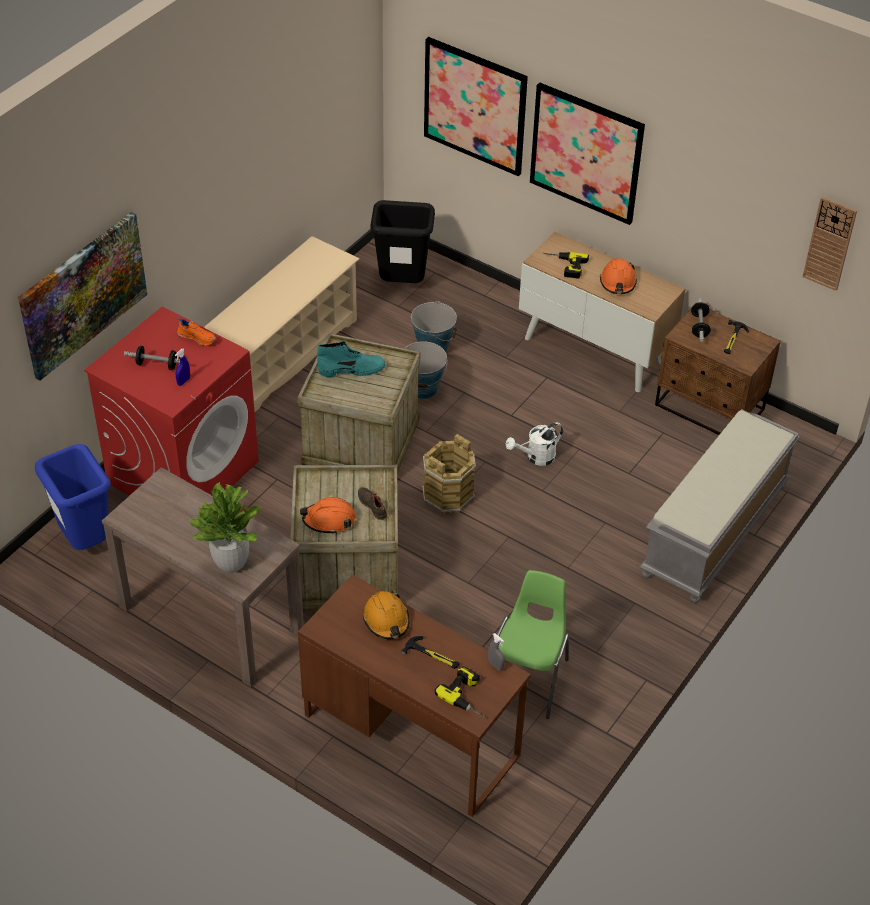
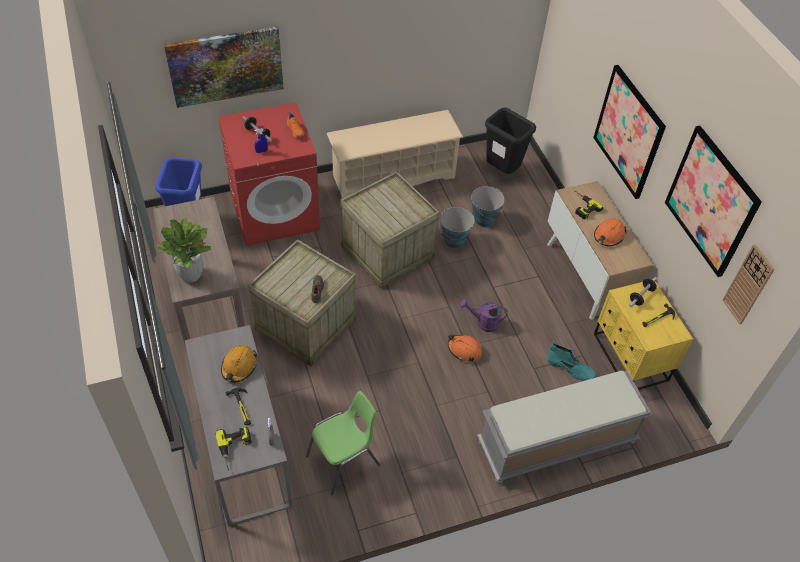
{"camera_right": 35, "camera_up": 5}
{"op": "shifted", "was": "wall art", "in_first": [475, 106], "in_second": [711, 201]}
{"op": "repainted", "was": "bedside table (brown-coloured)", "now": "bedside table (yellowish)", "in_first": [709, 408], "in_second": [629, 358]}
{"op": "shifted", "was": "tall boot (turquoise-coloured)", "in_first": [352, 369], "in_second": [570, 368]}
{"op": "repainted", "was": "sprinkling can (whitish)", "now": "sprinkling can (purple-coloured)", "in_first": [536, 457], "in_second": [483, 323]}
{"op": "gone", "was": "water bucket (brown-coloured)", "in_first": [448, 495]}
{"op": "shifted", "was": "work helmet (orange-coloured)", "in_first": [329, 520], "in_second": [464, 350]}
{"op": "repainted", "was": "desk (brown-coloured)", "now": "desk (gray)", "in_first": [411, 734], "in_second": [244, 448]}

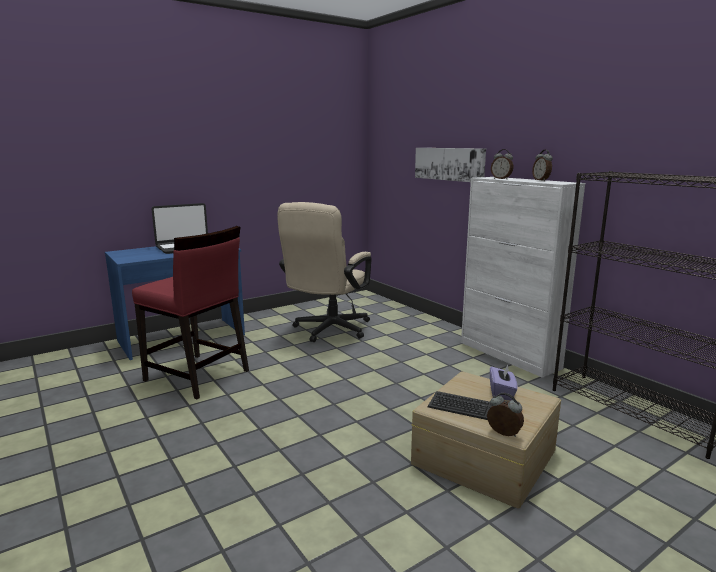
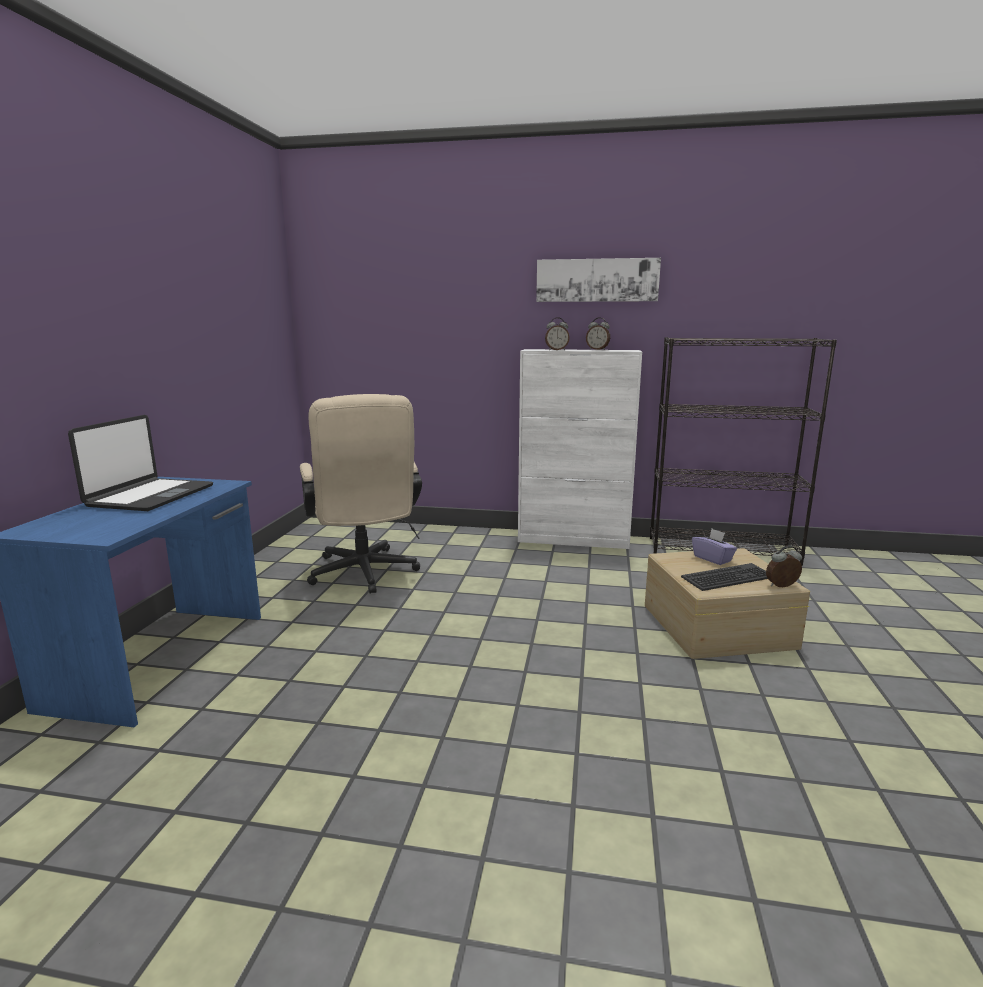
{"camera_right": -45, "camera_up": 0}
{"op": "shifted", "was": "wall art", "in_first": [449, 164], "in_second": [597, 280]}
{"op": "gone", "was": "plain chair (reddish)", "in_first": [197, 376]}

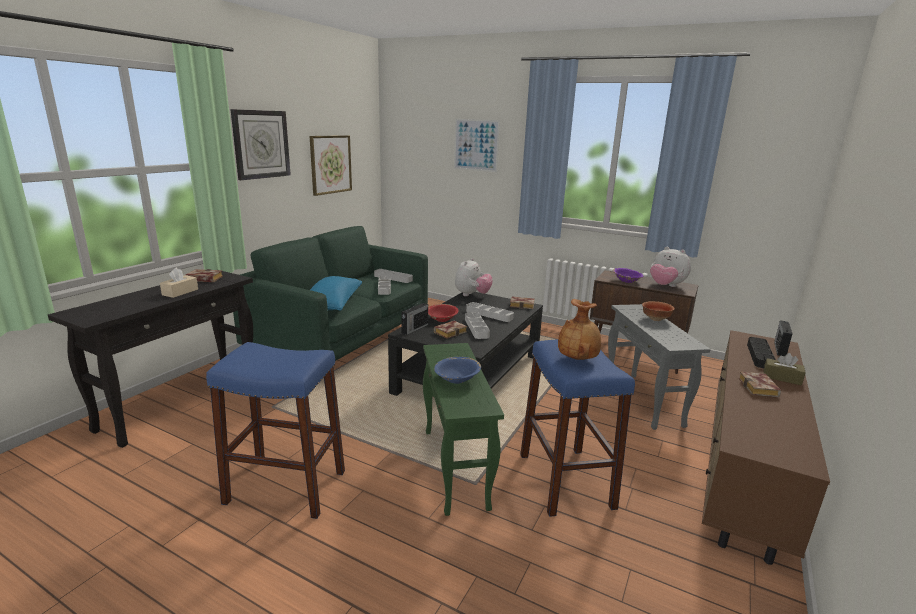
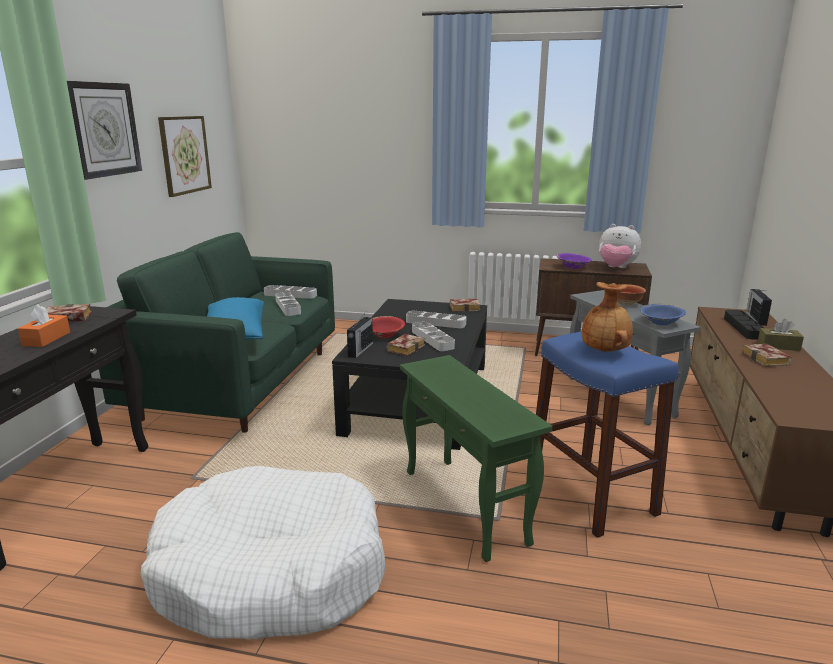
{"camera_right": -15, "camera_up": 0}
{"op": "gone", "was": "wall art", "in_first": [476, 145]}
{"op": "gone", "was": "plush toy", "in_first": [472, 295]}
{"op": "repainted", "was": "box of tissues (beige)", "now": "box of tissues (orange-coloured)", "in_first": [180, 292], "in_second": [46, 339]}
{"op": "swapped", "was": "stool seat (blue)", "now": "dog bed (whitish)", "in_first": [286, 487], "in_second": [270, 572]}
{"op": "shifted", "was": "bowl (blue)", "in_first": [457, 379], "in_second": [661, 322]}

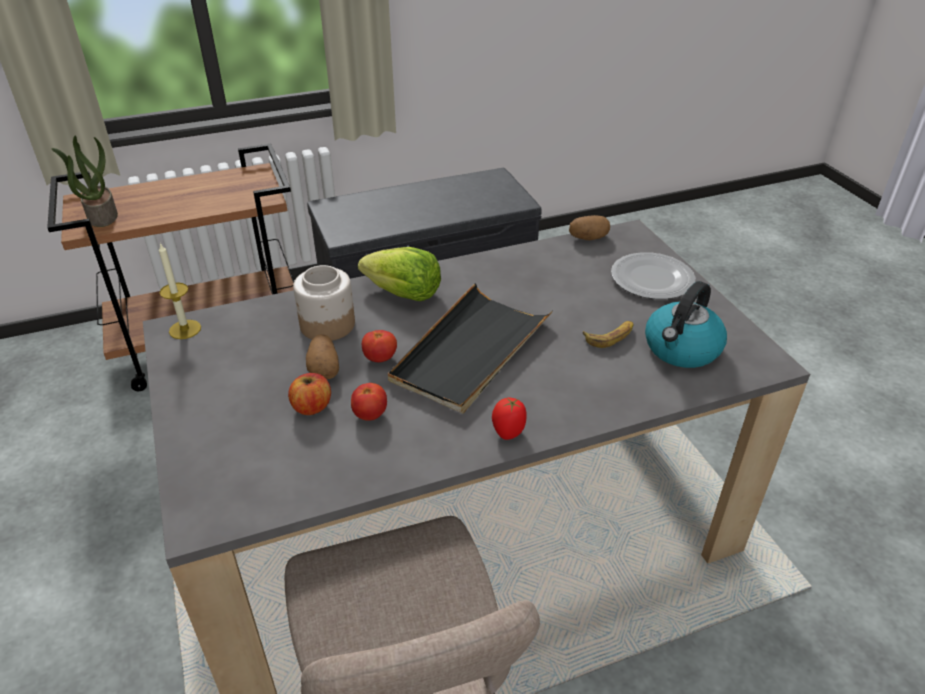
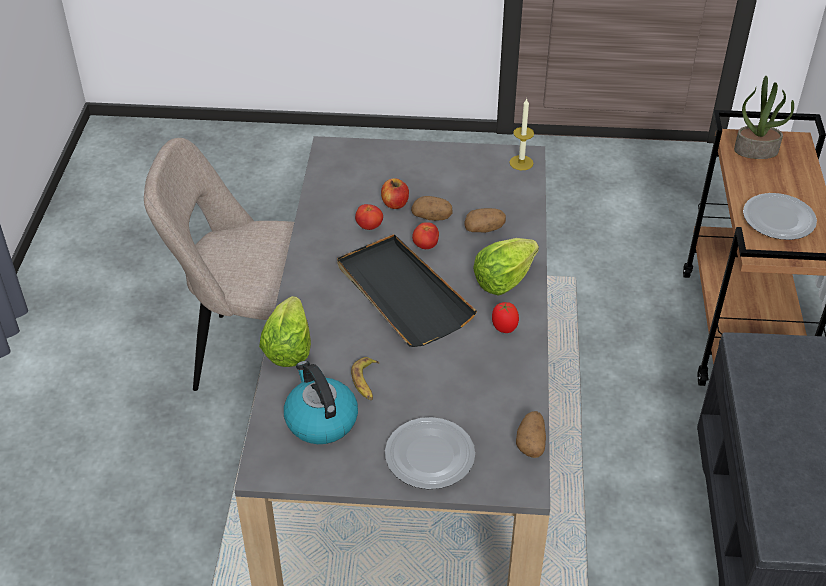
{"camera_right": 115, "camera_up": 5}
{"op": "swapped", "was": "preserve jar", "now": "potato", "in_first": [327, 325], "in_second": [484, 229]}
{"op": "shifted", "was": "whole tomato", "in_first": [508, 432], "in_second": [504, 328]}
{"op": "new", "now": "plate", "in_second": [779, 219]}
{"op": "new", "now": "head of lettuce", "in_second": [288, 348]}

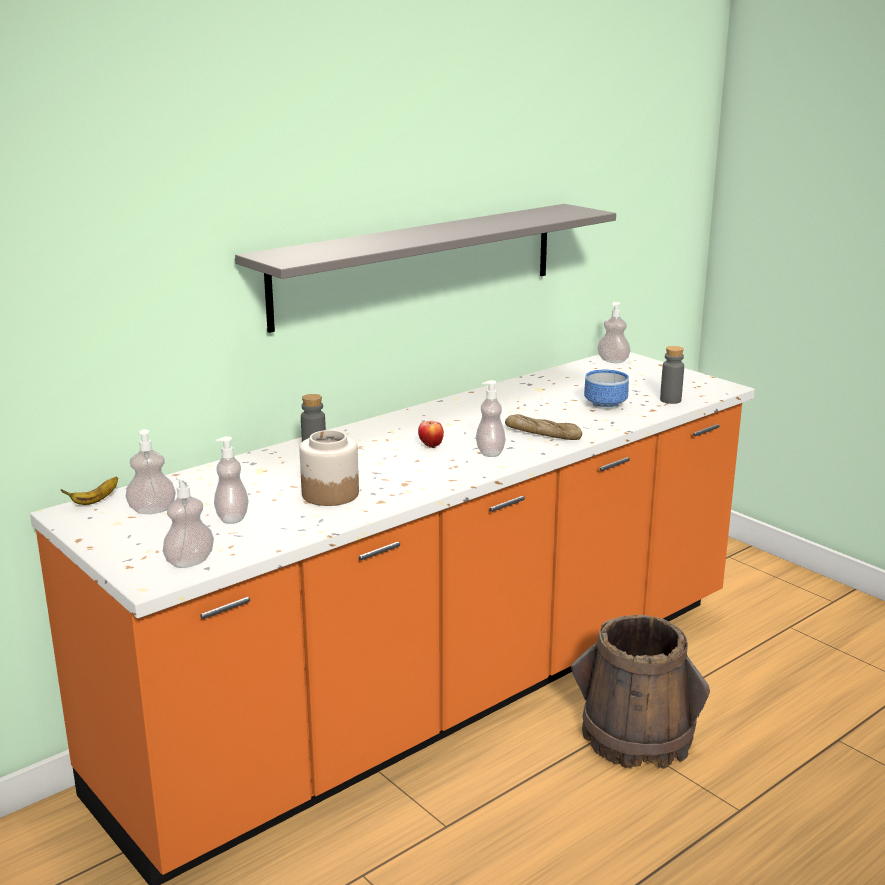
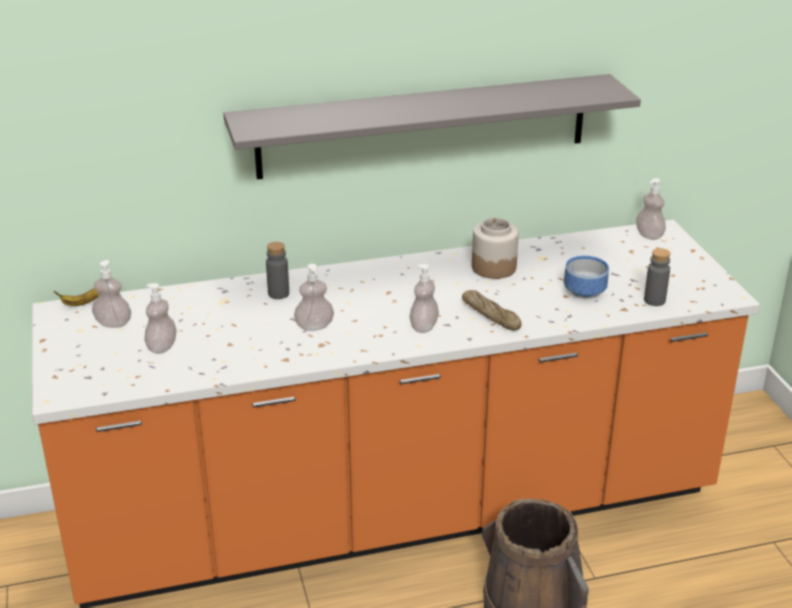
{"camera_right": 25, "camera_up": 10}
{"op": "gone", "was": "whole apple", "in_first": [430, 446]}
{"op": "shifted", "was": "preserve jar", "in_first": [330, 494], "in_second": [493, 267]}
{"op": "shifted", "was": "soap bottle", "in_first": [190, 562], "in_second": [314, 326]}

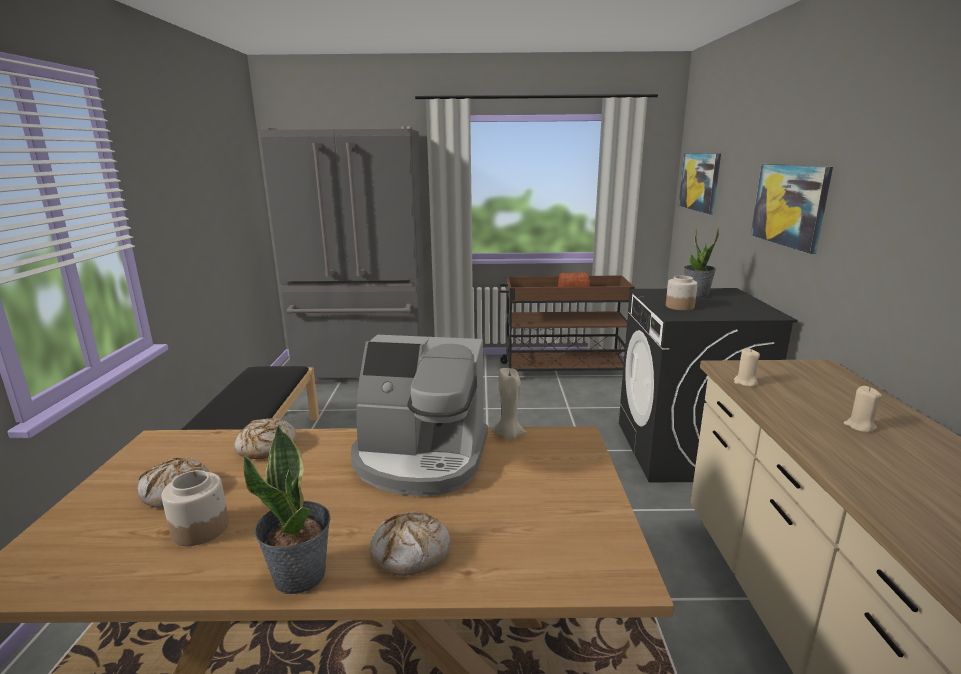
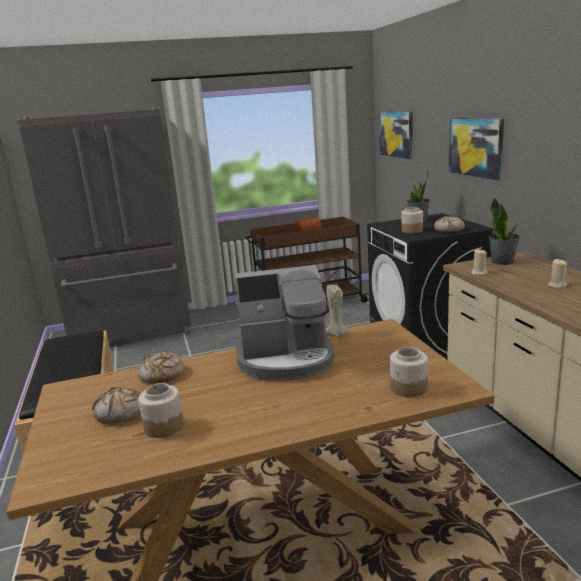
{"camera_right": -15, "camera_up": 0}
{"op": "shifted", "was": "potted plant", "in_first": [301, 575], "in_second": [502, 261]}
{"op": "shifted", "was": "bread", "in_first": [411, 552], "in_second": [449, 230]}
{"op": "new", "now": "preserve jar", "in_second": [408, 388]}

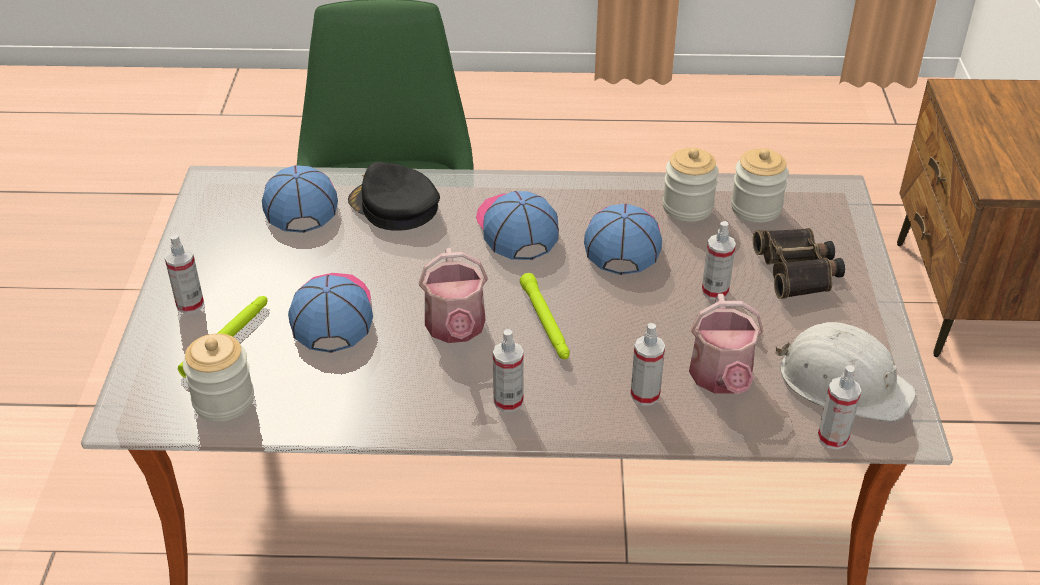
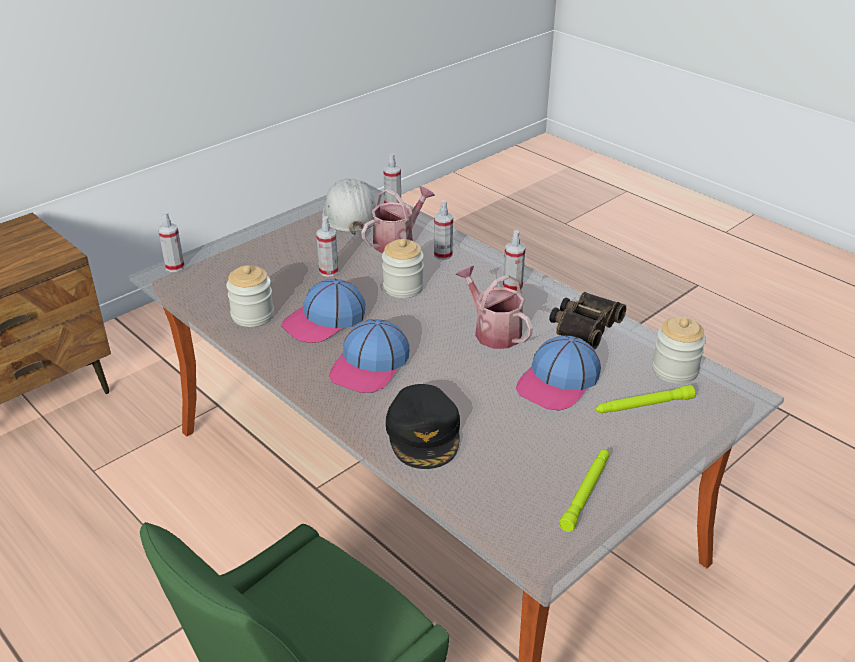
{"camera_right": -135, "camera_up": -5}
{"op": "shifted", "was": "preserve jar", "in_first": [756, 208], "in_second": [403, 287]}
{"op": "gone", "was": "peaked cap", "in_first": [299, 202]}
{"op": "shifted", "was": "field glasses", "in_first": [798, 270], "in_second": [584, 325]}
{"op": "shifted", "was": "sprayer", "in_first": [190, 304], "in_second": [174, 266]}
{"op": "rotated", "was": "sprinkling can", "in_first": [456, 329], "in_second": [493, 331], "clockwise": -75}
{"op": "shifted", "was": "torch (green-coloured)", "in_first": [545, 323], "in_second": [586, 492]}

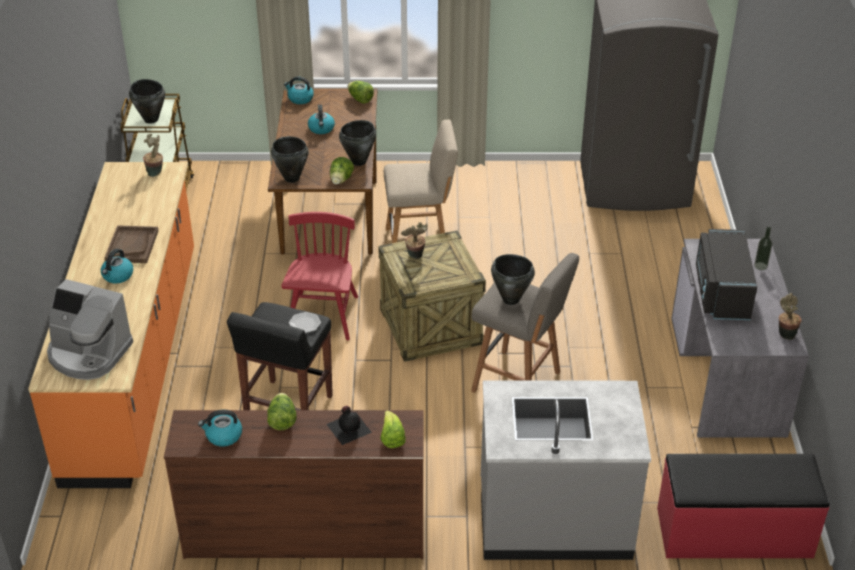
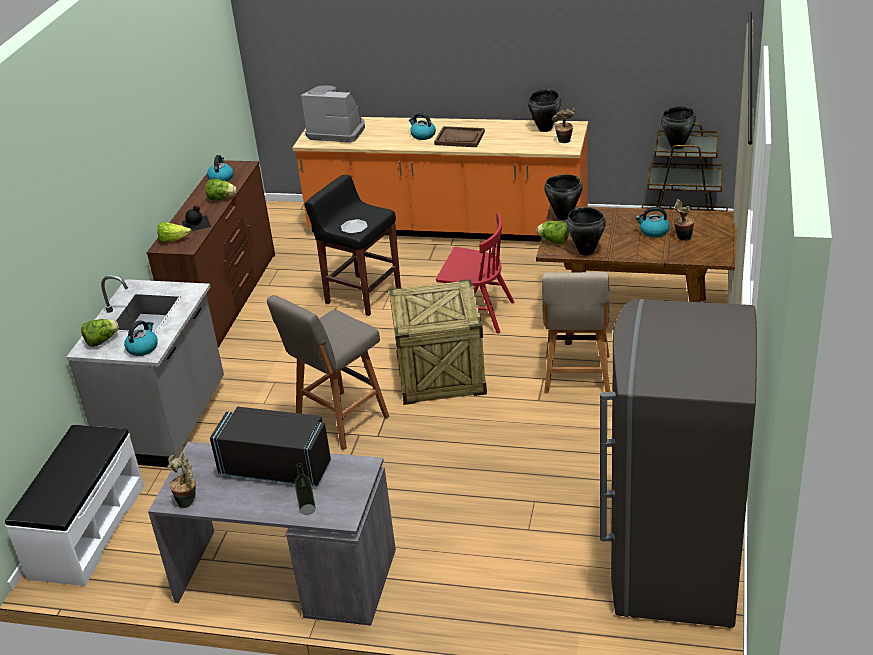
{"camera_right": 105, "camera_up": -5}
{"op": "shifted", "was": "kettle", "in_first": [300, 99], "in_second": [143, 348]}
{"op": "shifted", "was": "head of lettuce", "in_first": [360, 99], "in_second": [101, 341]}
{"op": "shifted", "was": "potted plant", "in_first": [415, 256], "in_second": [682, 237]}
{"op": "shifted", "was": "stockpot (blackish)", "in_first": [510, 299], "in_second": [545, 129]}
{"op": "rotated", "was": "coffee brewer", "in_first": [88, 354], "in_second": [337, 131], "clockwise": 75}
{"op": "repainted", "was": "indoor bench (reddish)", "now": "indoor bench (whitish)", "in_first": [734, 533], "in_second": [86, 531]}

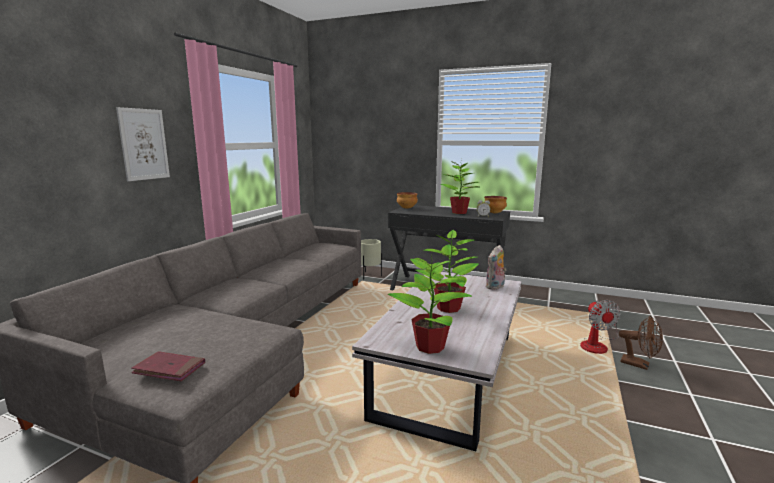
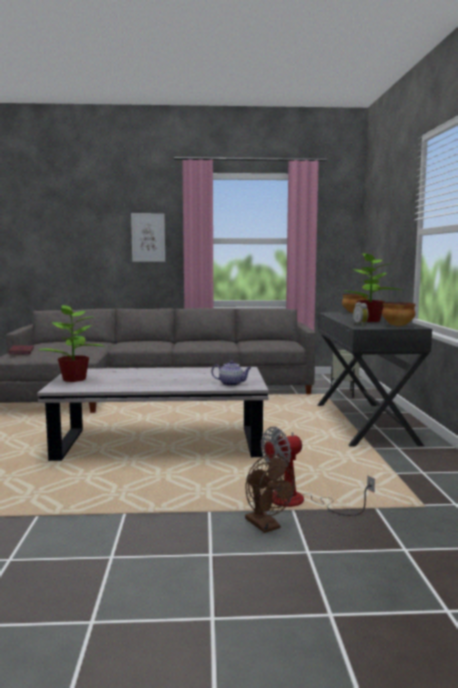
{"camera_right": 65, "camera_up": -5}
{"op": "gone", "was": "potted plant", "in_first": [448, 308]}
{"op": "swapped", "was": "plush toy", "now": "pot for tea", "in_first": [495, 287], "in_second": [232, 384]}
{"op": "rotated", "was": "fan (brown-coloured)", "in_first": [639, 365], "in_second": [266, 526], "clockwise": -45}

